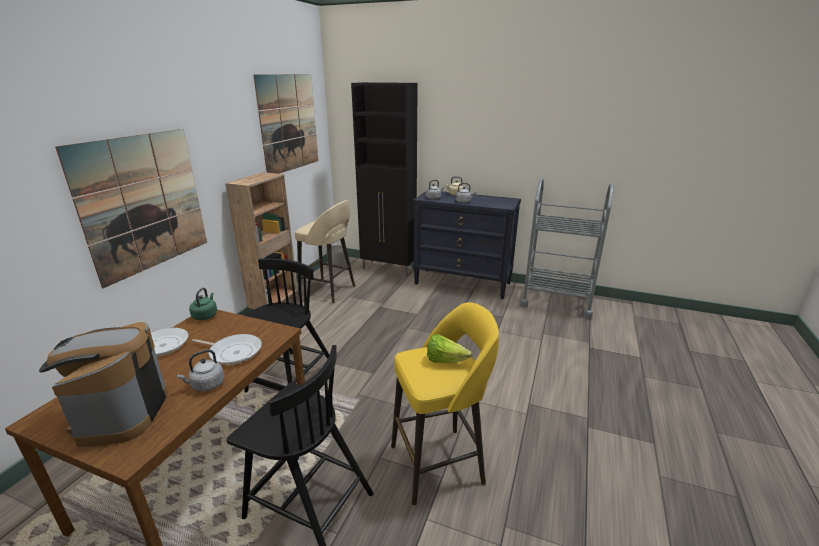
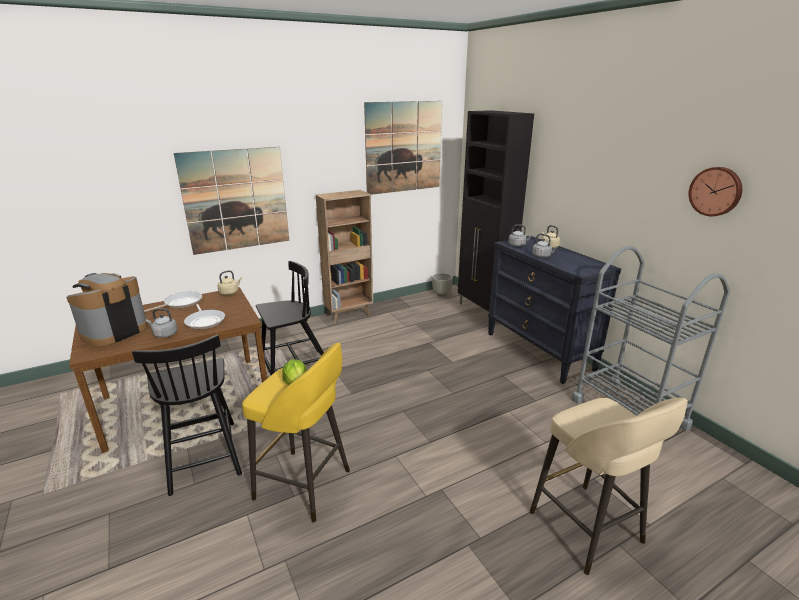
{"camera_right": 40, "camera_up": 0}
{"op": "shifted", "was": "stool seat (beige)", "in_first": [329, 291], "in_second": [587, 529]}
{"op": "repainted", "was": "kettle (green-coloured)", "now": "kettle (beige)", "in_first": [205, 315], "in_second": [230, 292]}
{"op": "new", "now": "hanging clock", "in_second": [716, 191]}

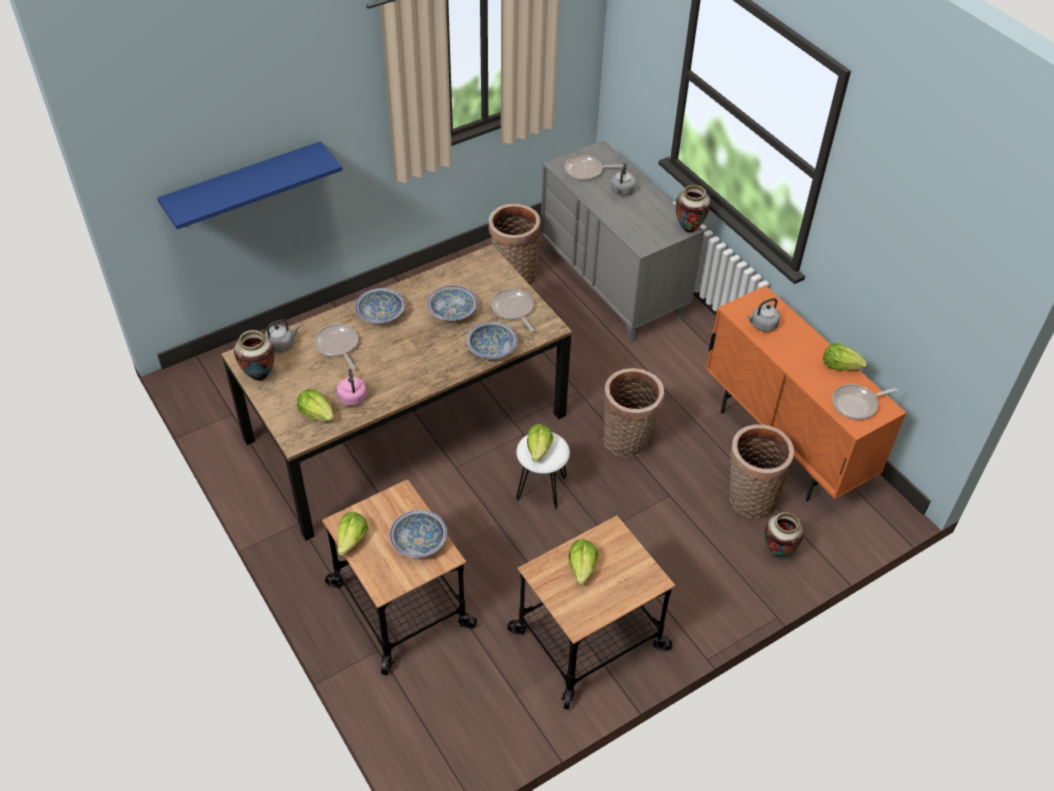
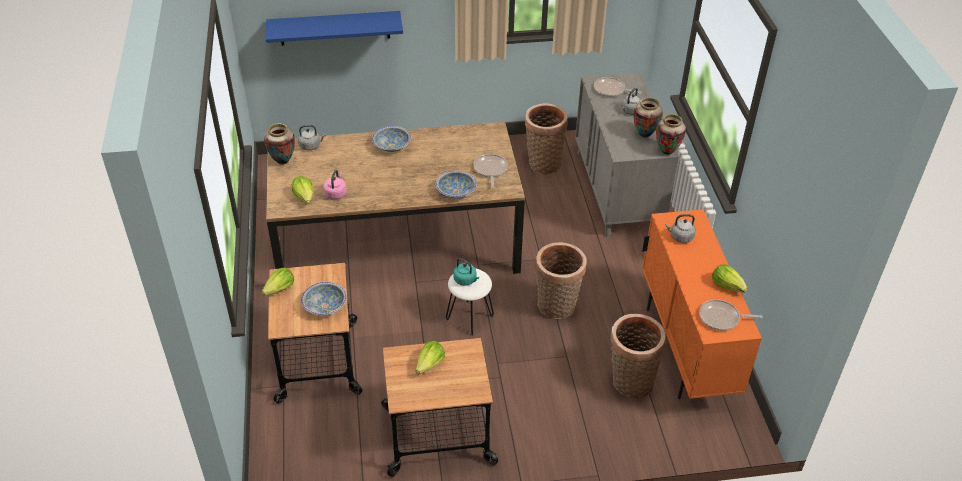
{"camera_right": 25, "camera_up": -5}
{"op": "gone", "was": "bowl", "in_first": [452, 312]}
{"op": "gone", "was": "pan", "in_first": [337, 346]}
{"op": "swapped", "was": "head of lettuce", "now": "kettle (turquoise-coloured)", "in_first": [539, 449], "in_second": [466, 280]}
{"op": "shifted", "was": "vase", "in_first": [777, 552], "in_second": [644, 135]}

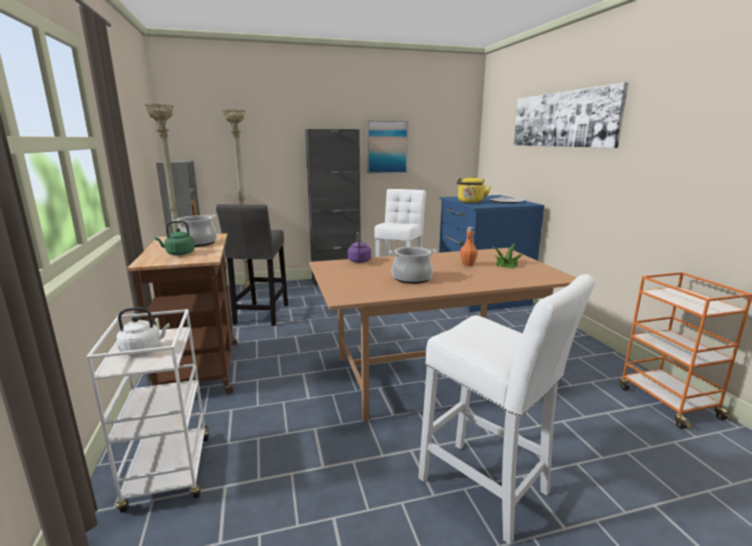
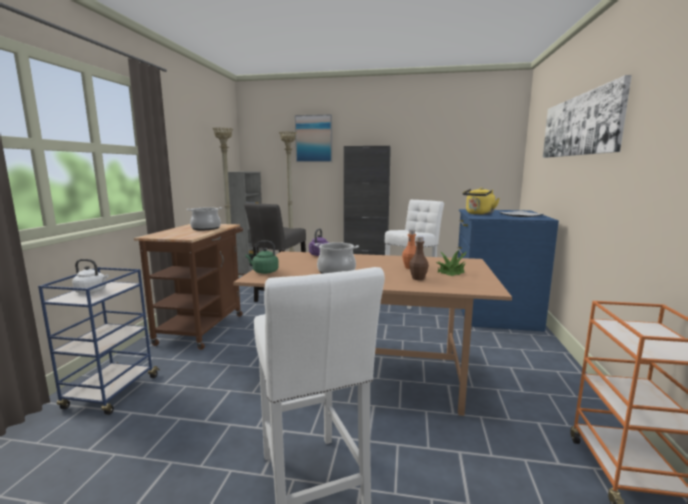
{"camera_right": 25, "camera_up": -5}
{"op": "shifted", "was": "wall art", "in_first": [386, 147], "in_second": [314, 138]}
{"op": "shifted", "was": "kettle (green-coloured)", "in_first": [179, 253], "in_second": [264, 272]}
{"op": "repainted", "was": "trolley (whitish)", "now": "trolley (blue)", "in_first": [169, 473], "in_second": [111, 393]}
{"op": "new", "now": "beverage bottle (brown-coloured)", "in_second": [418, 278]}

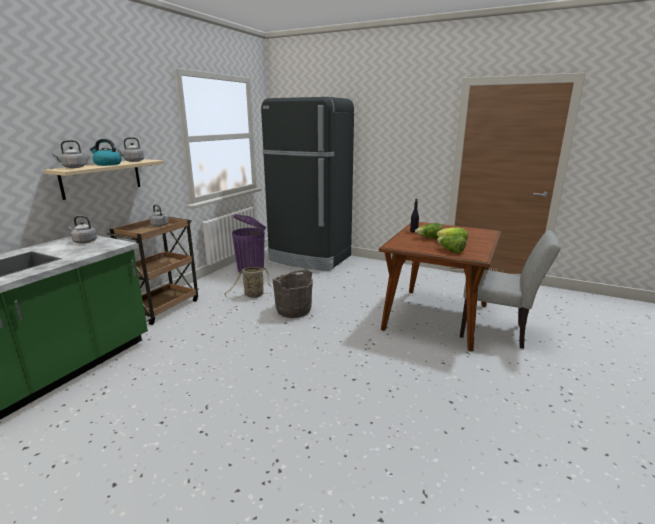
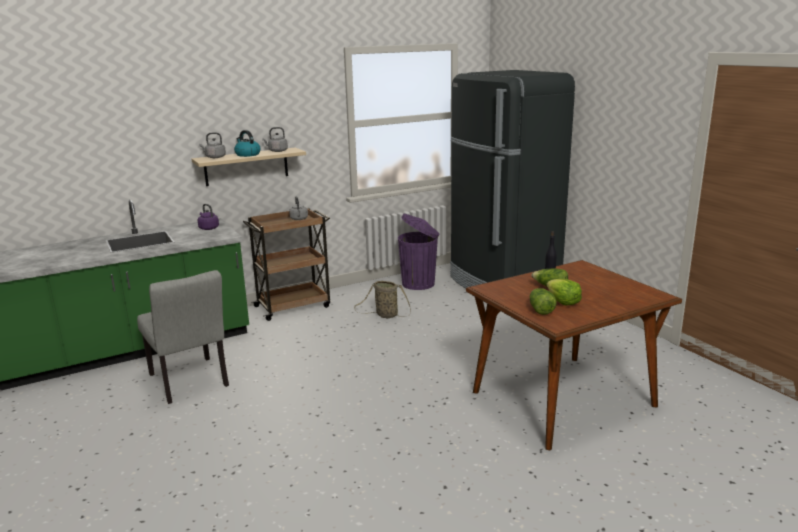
{"camera_right": 35, "camera_up": 0}
{"op": "repainted", "was": "kettle (gray)", "now": "kettle (purple-coloured)", "in_first": [84, 242], "in_second": [208, 228]}
{"op": "shifted", "was": "plain chair (gray)", "in_first": [498, 332], "in_second": [191, 383]}
{"op": "gone", "was": "water bucket (gray)", "in_first": [293, 310]}

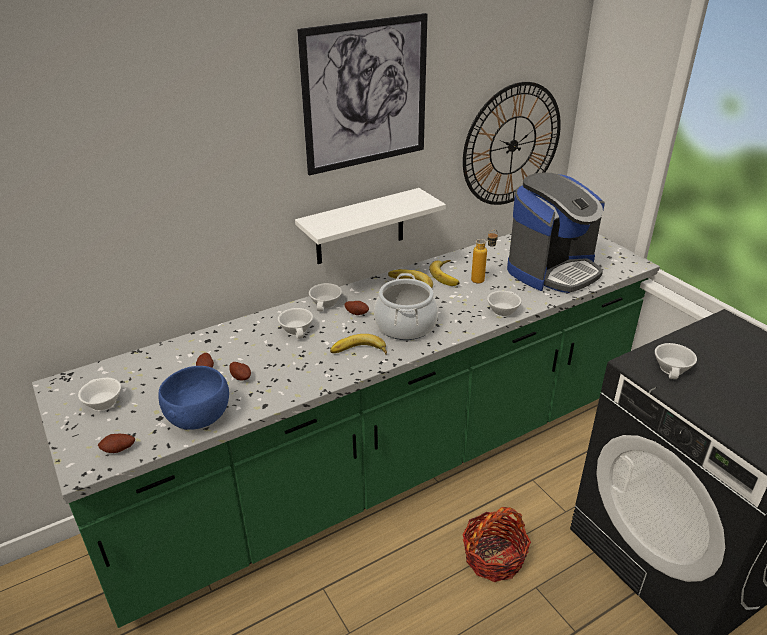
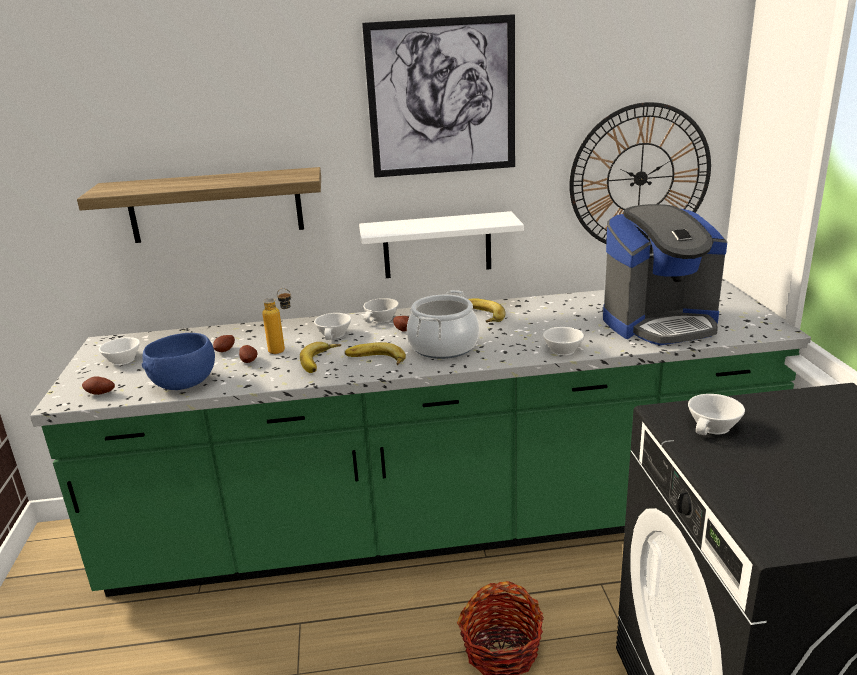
{"camera_right": 25, "camera_up": -10}
{"op": "shifted", "was": "beverage bottle", "in_first": [482, 279], "in_second": [283, 351]}
{"op": "shifted", "was": "banana fruit", "in_first": [448, 275], "in_second": [322, 361]}
{"op": "new", "now": "shelf", "in_second": [215, 205]}

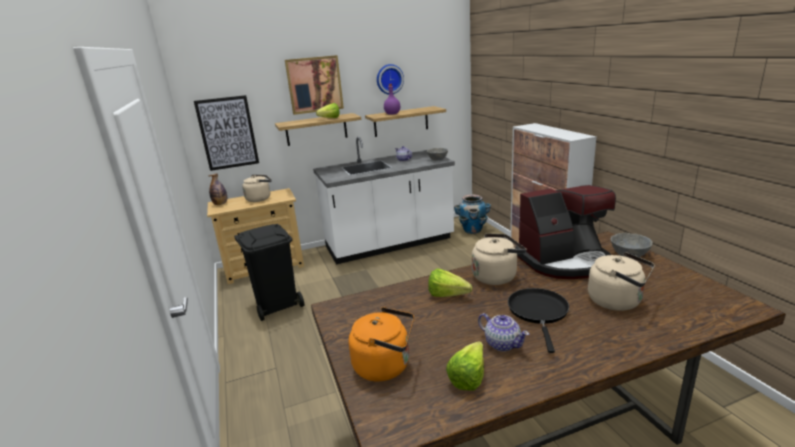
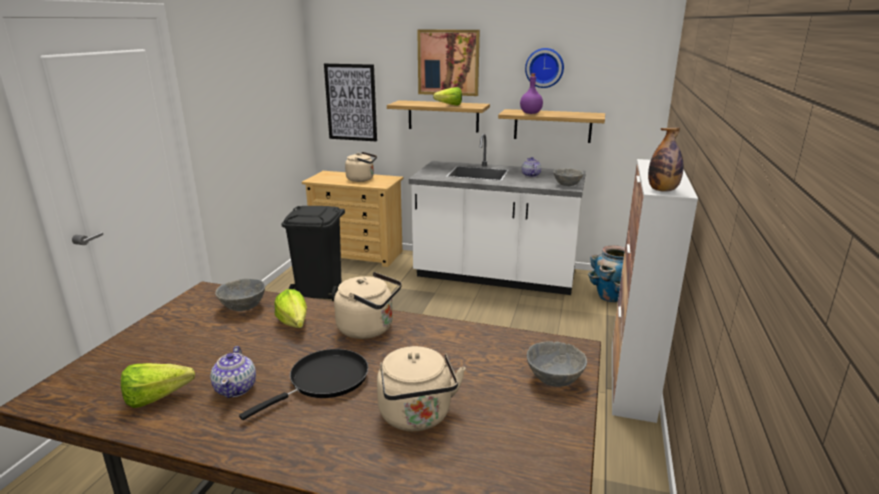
{"camera_right": 35, "camera_up": 0}
{"op": "shifted", "was": "beverage bottle", "in_first": [220, 204], "in_second": [662, 190]}
{"op": "gone", "was": "coffee brewer", "in_first": [564, 261]}
{"op": "gone", "was": "kettle (orange-coloured)", "in_first": [385, 366]}
{"op": "new", "now": "bowl (gray)", "in_second": [243, 307]}

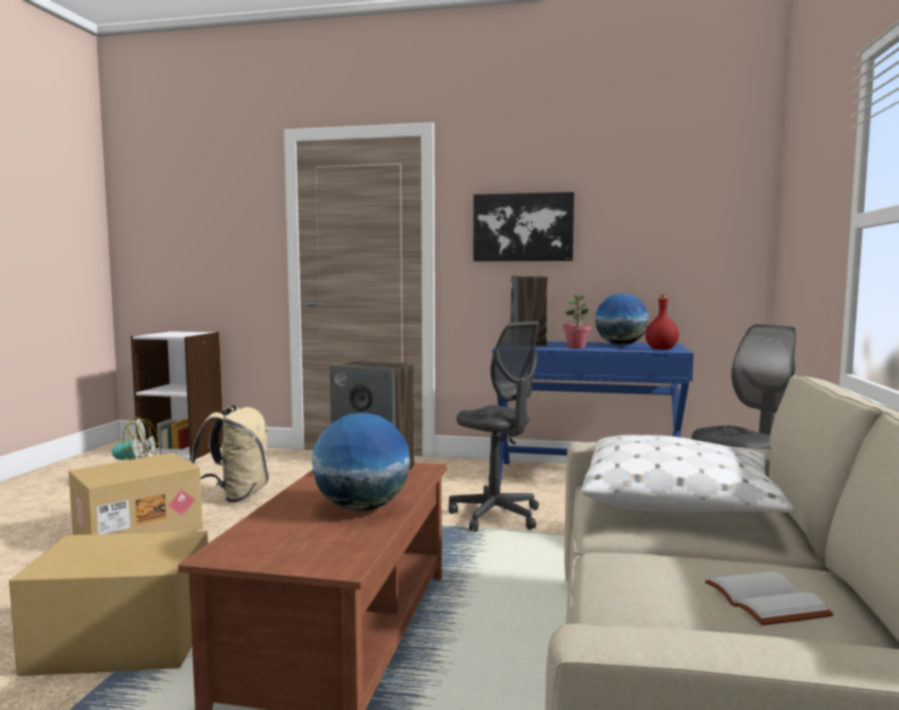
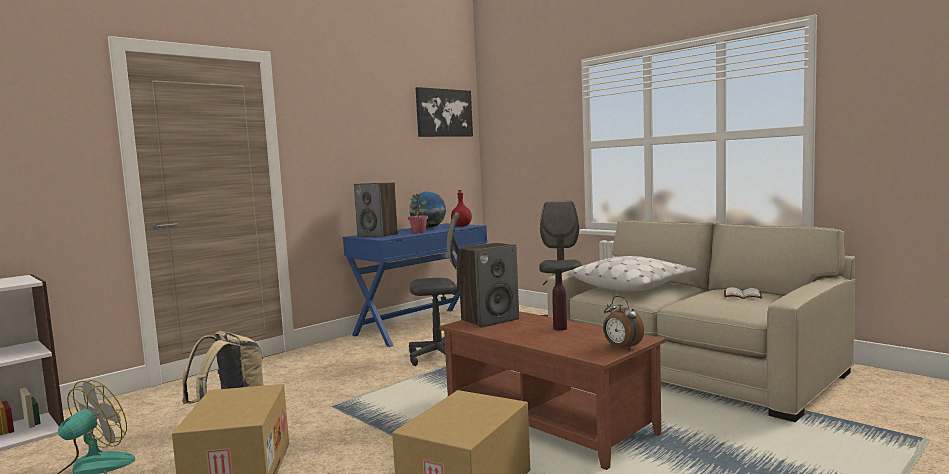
{"camera_right": -55, "camera_up": 0}
{"op": "shifted", "was": "wall art", "in_first": [523, 227], "in_second": [444, 113]}
{"op": "swapped", "was": "desk globe", "now": "beverage bottle (purple-coloured)", "in_first": [362, 508], "in_second": [560, 328]}
{"op": "new", "now": "bedside clock", "in_second": [621, 348]}

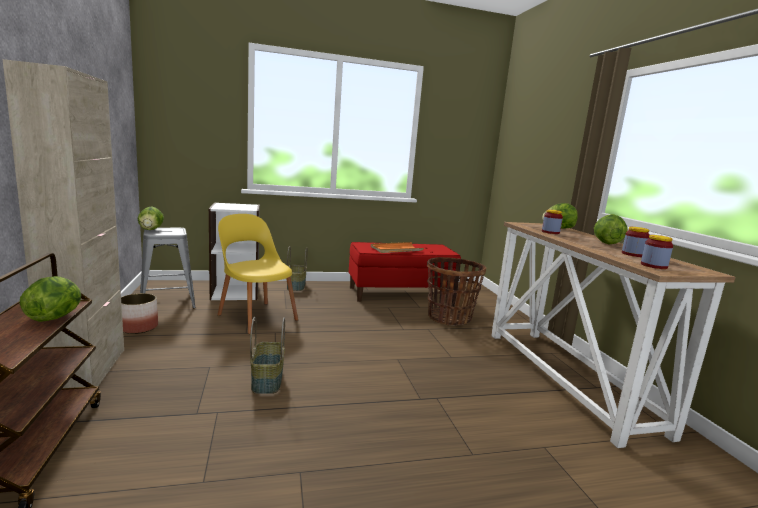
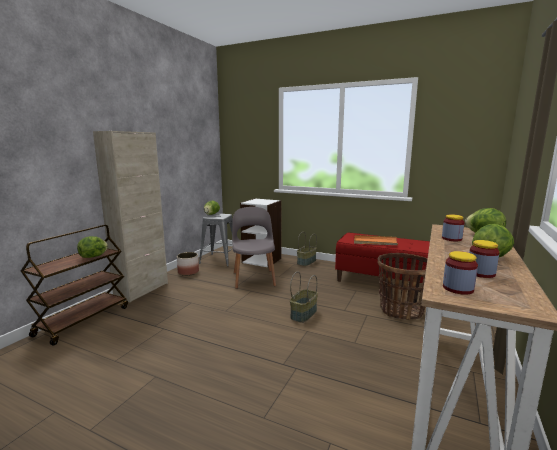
{"camera_right": 40, "camera_up": 0}
{"op": "repainted", "was": "plain chair (yellowish)", "now": "plain chair (gray)", "in_first": [256, 316], "in_second": [254, 278]}
{"op": "shifted", "was": "household basket", "in_first": [266, 380], "in_second": [303, 314]}

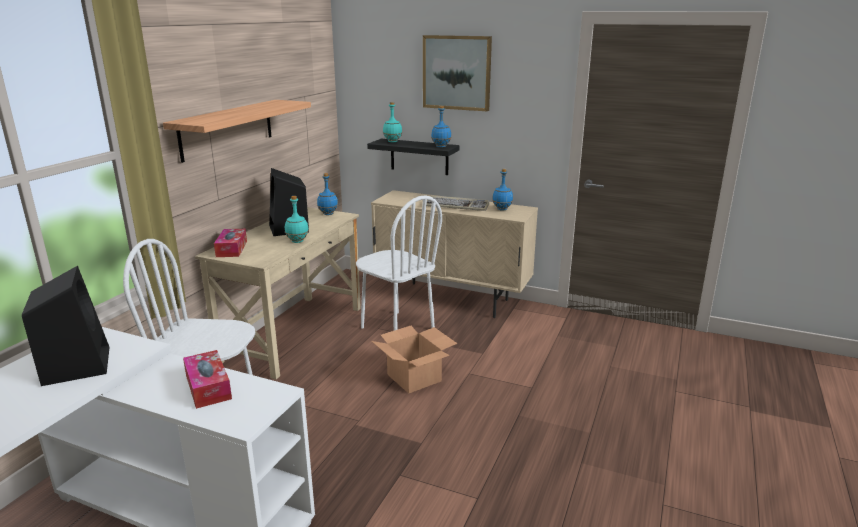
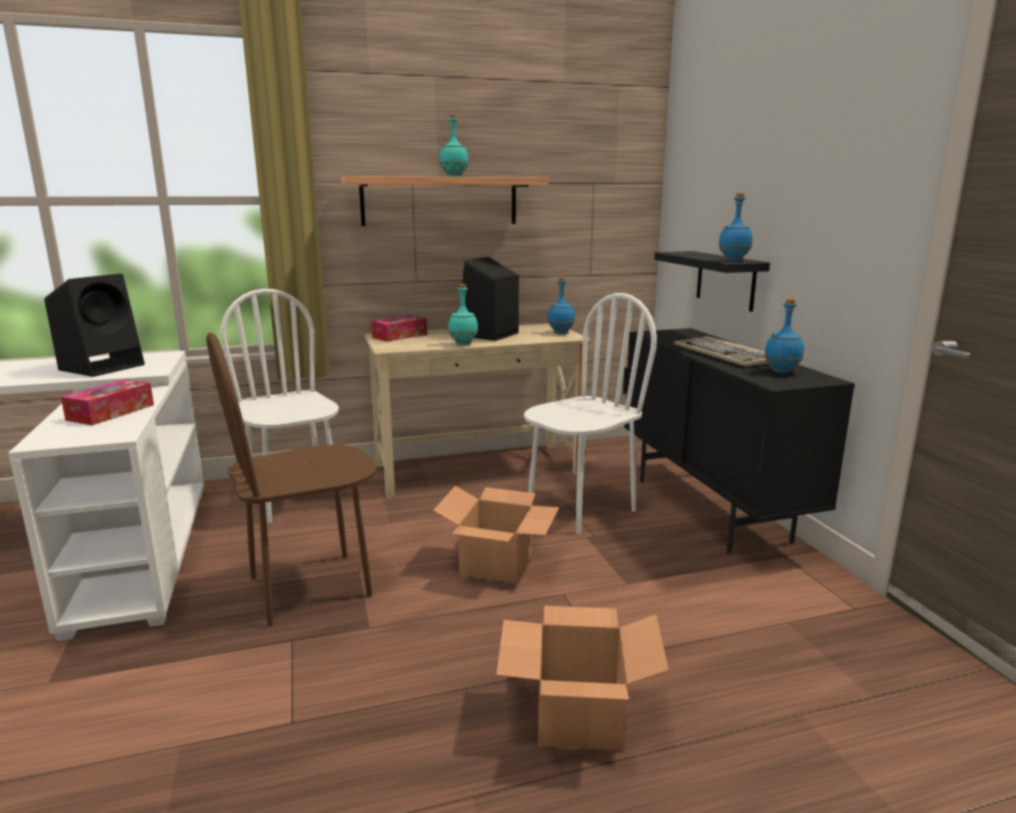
{"camera_right": 50, "camera_up": -5}
{"op": "gone", "was": "wall art", "in_first": [457, 72]}
{"op": "shifted", "was": "beverage bottle (turquoise-coloured)", "in_first": [393, 141], "in_second": [454, 177]}
{"op": "repainted", "was": "storage cabinet (beige)", "now": "storage cabinet (blackish)", "in_first": [452, 300], "in_second": [710, 510]}
{"op": "rotated", "was": "plain chair (whitish)", "in_first": [397, 328], "in_second": [580, 509], "clockwise": -135}
{"op": "new", "now": "plain chair (brown-coloured)", "in_second": [310, 587]}
{"op": "new", "now": "carton", "in_second": [580, 717]}

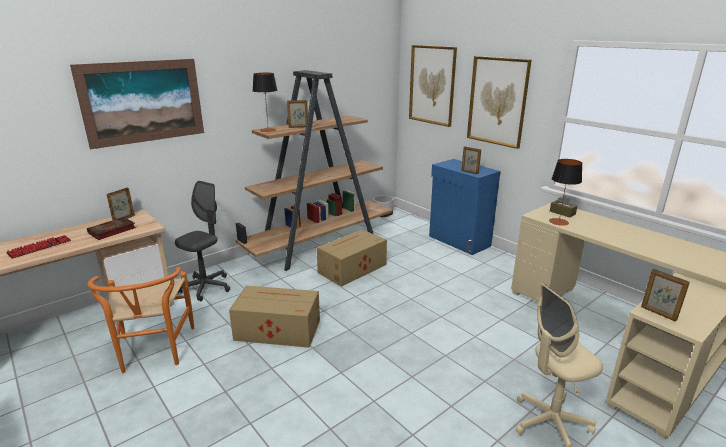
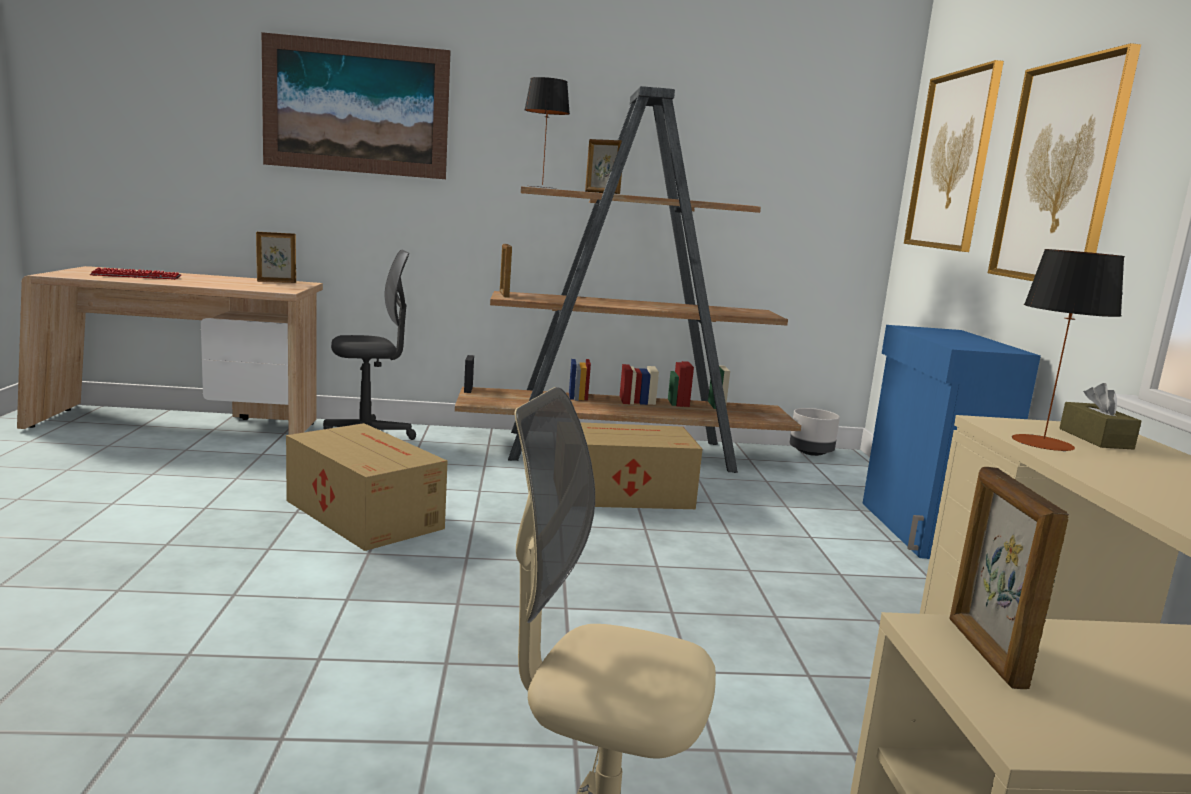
{"camera_right": 35, "camera_up": -10}
{"op": "shifted", "was": "standing frame", "in_first": [469, 172], "in_second": [504, 295]}
{"op": "gone", "was": "bound book", "in_first": [111, 231]}
{"op": "gone", "was": "plain chair (orange-coloured)", "in_first": [154, 353]}

